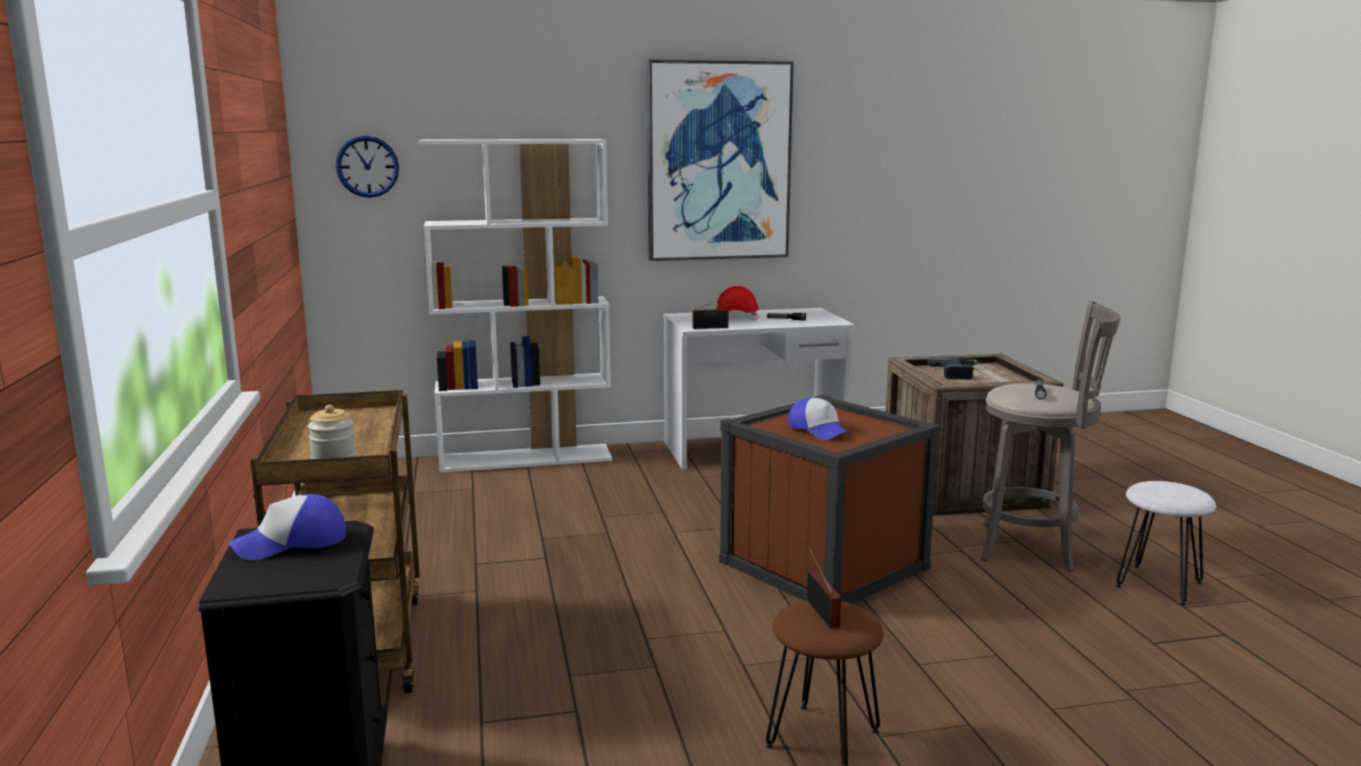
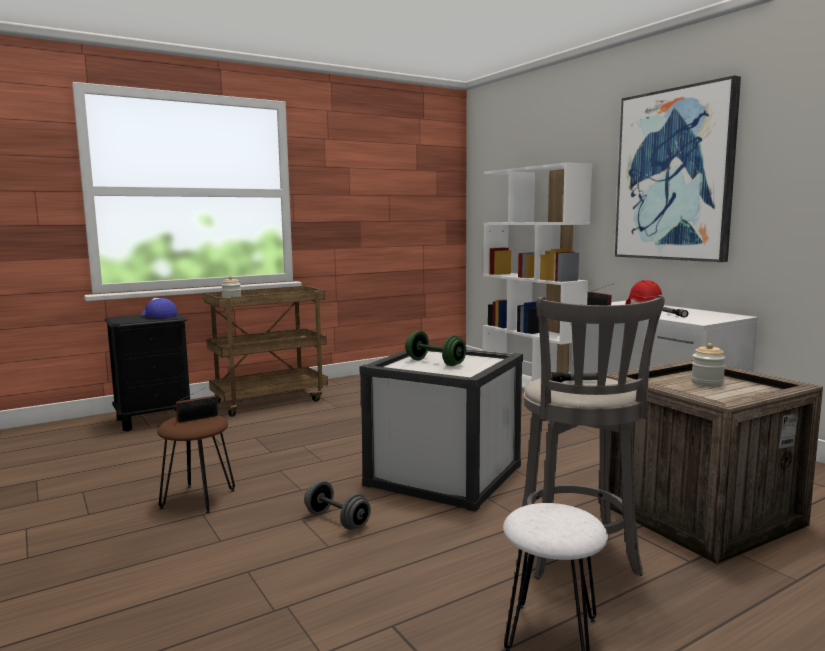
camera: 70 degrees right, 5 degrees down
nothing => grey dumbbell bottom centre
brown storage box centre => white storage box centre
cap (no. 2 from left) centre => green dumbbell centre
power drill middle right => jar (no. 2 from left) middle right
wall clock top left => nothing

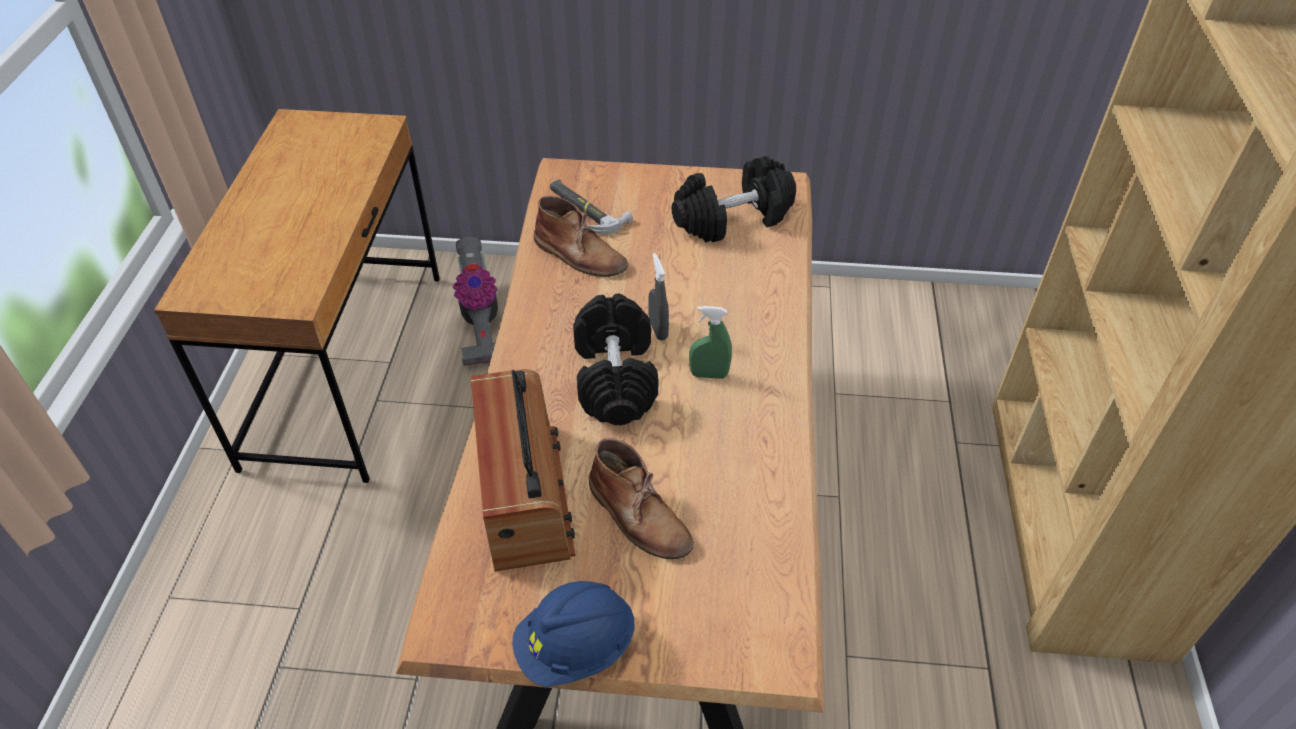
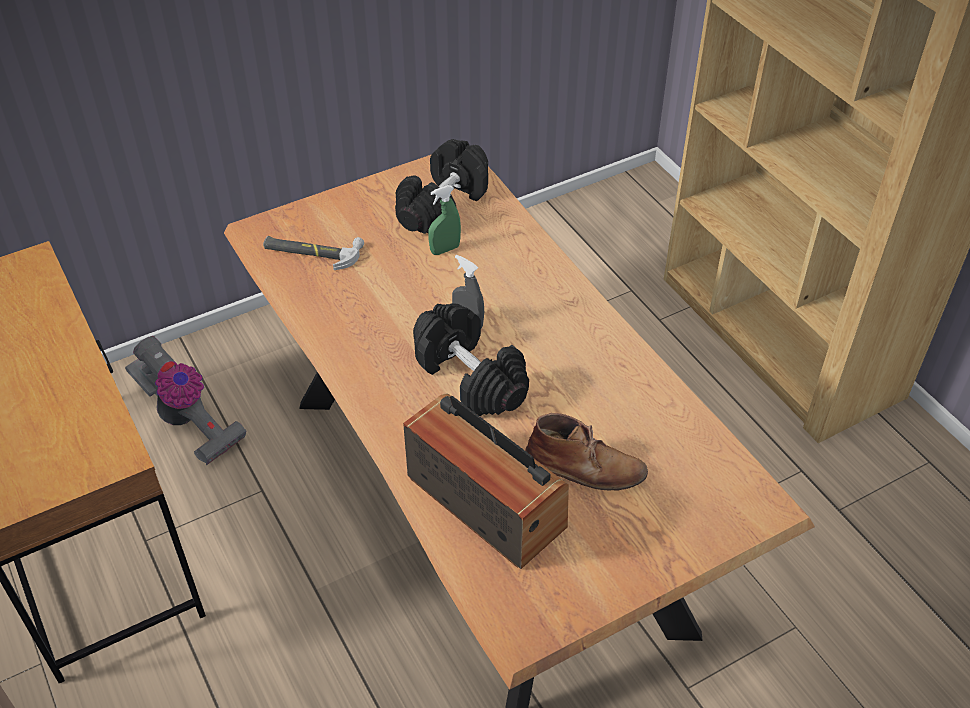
camera: 35 degrees left, 0 degrees up
green spray bottle centre => green spray bottle top centre, relocated
blue hard hat bottom centre => nothing
brown boot (no. 1 from left) top centre => nothing

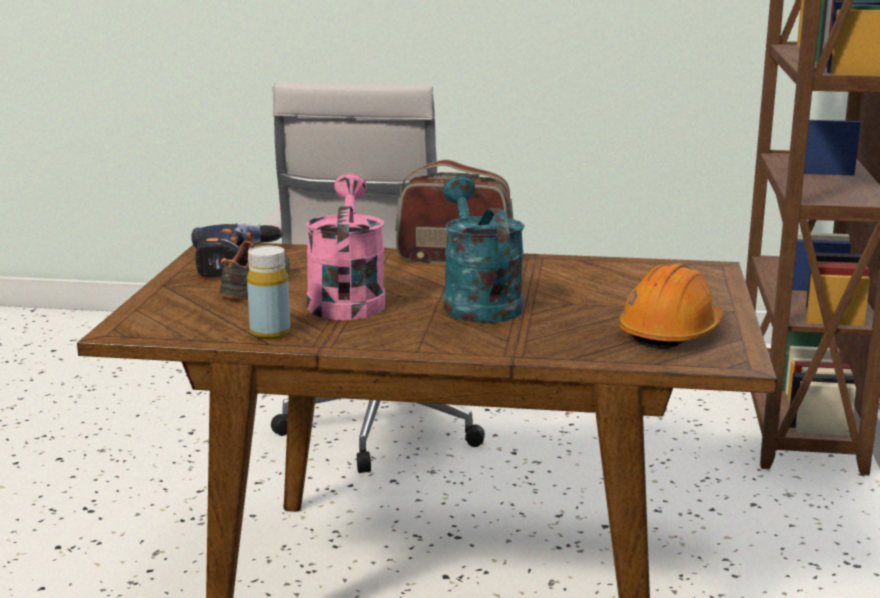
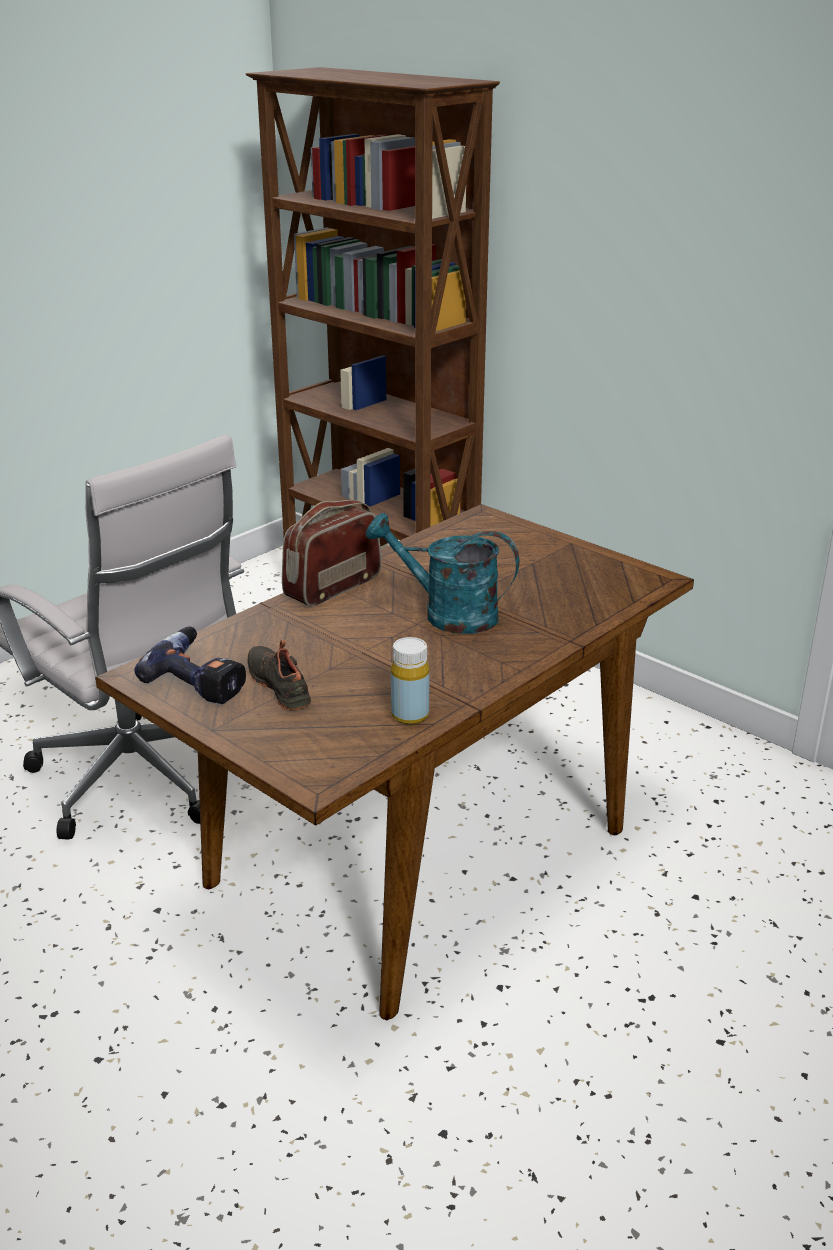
camera: 55 degrees left, 10 degrees up
pink watering can centre => nothing
orange hard hat middle right => nothing

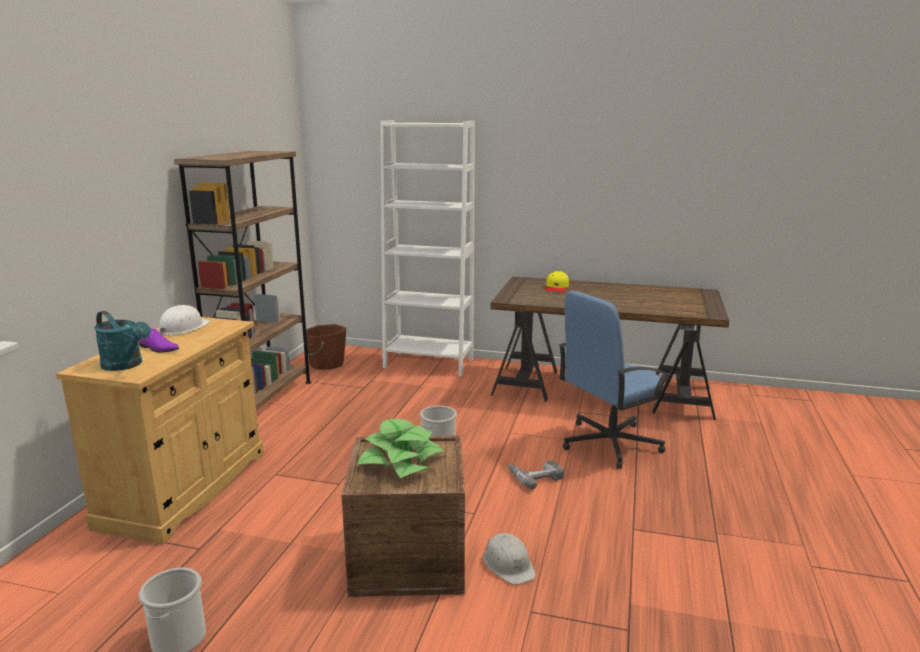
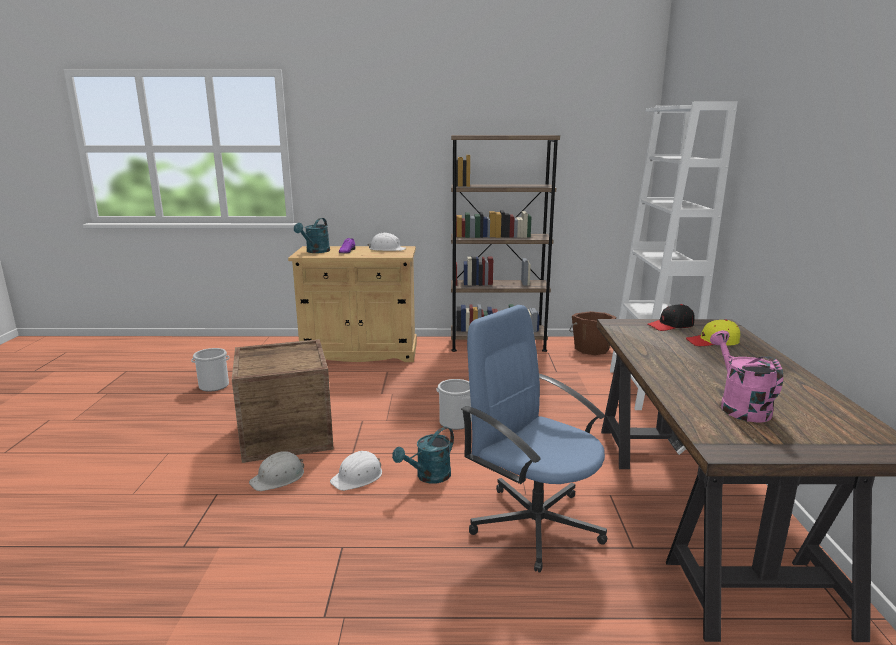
camera: 75 degrees right, 0 degrees up
nothing => white hard hat (no. 2 from left) bottom centre
power drill bottom centre => turquoise watering can (no. 2 from left) bottom centre
nothing => black cap middle right
nothing => pink watering can middle right
potted plant bottom centre => nothing

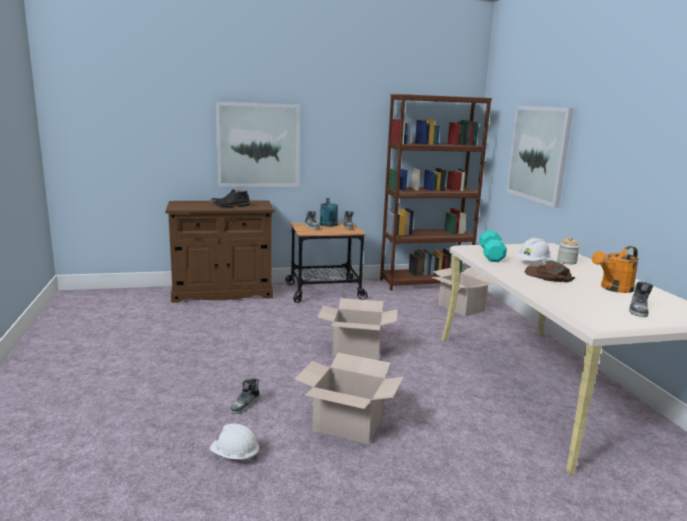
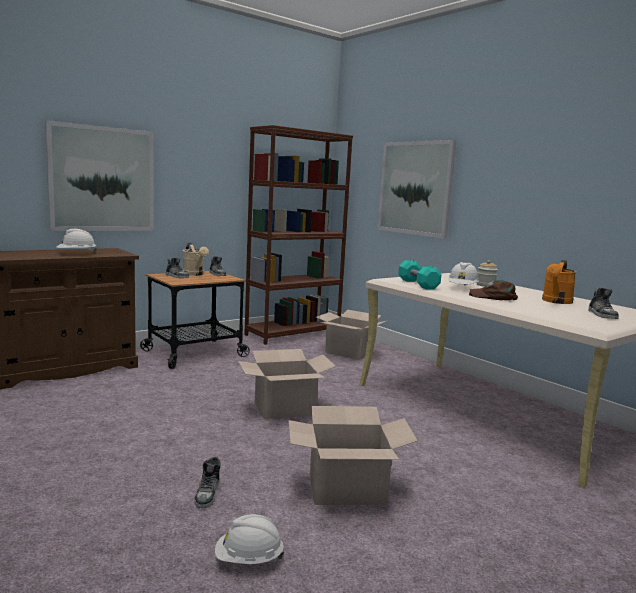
camera: 25 degrees left, 5 degrees down
black boot centre => white hard hat (no. 1 from left) middle left
turquoise watering can centre => beige watering can middle left

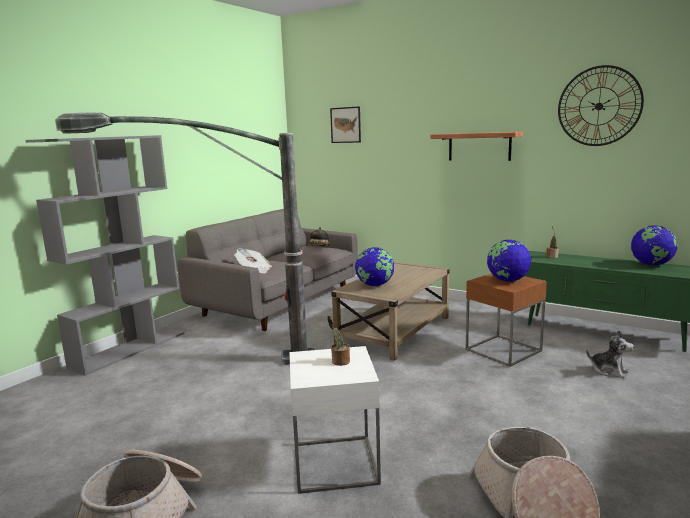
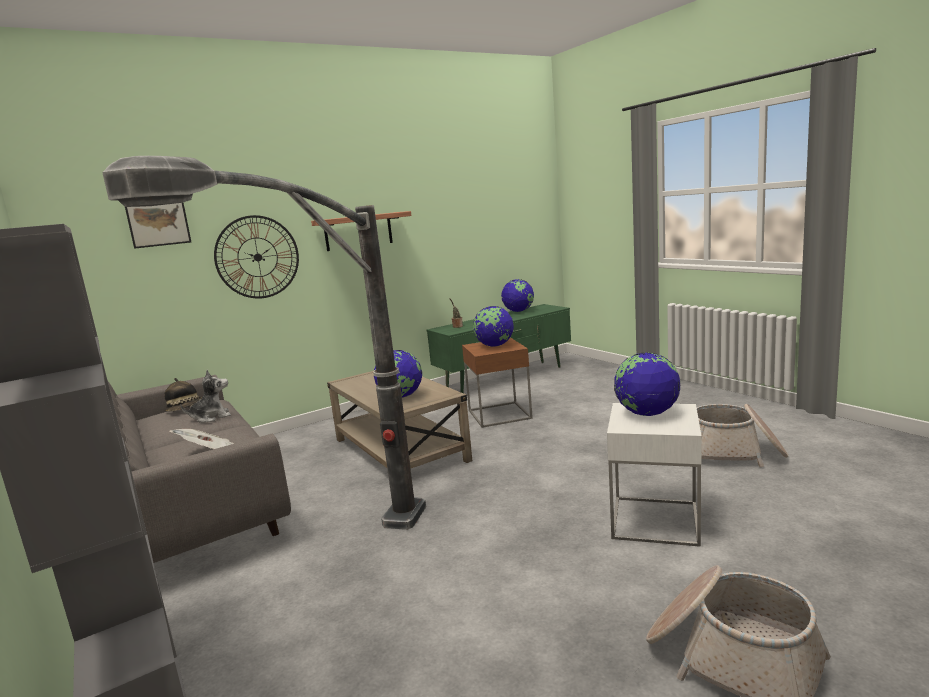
camera: 65 degrees left, 0 degrees up
plush toy bottom right => plush toy middle left, relocated
wall clock top right => wall clock middle left, relocated
potted plant (no. 1 from left) centre => globe (no. 4 from left) middle right

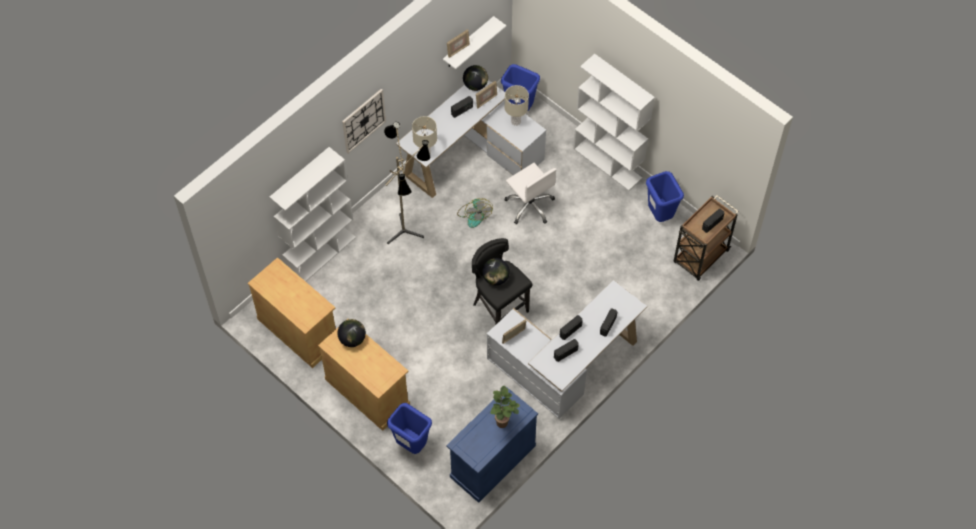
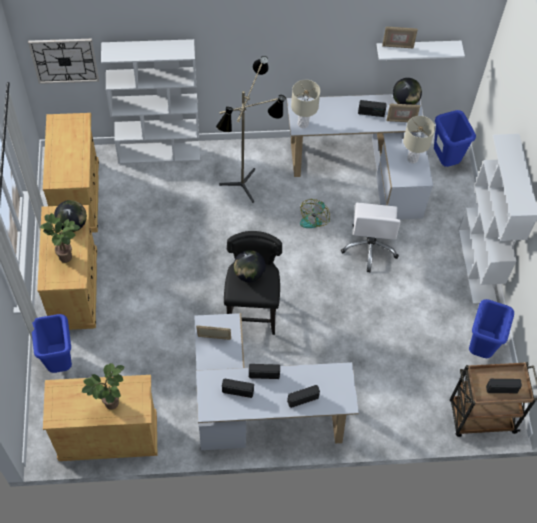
camera: 40 degrees right, 0 degrees up
wall clock top centre => wall clock top left, relocated
nothing => potted plant (no. 1 from left) middle left
blue cabinet bottom centre => beige cabinet (no. 3 from left) bottom left

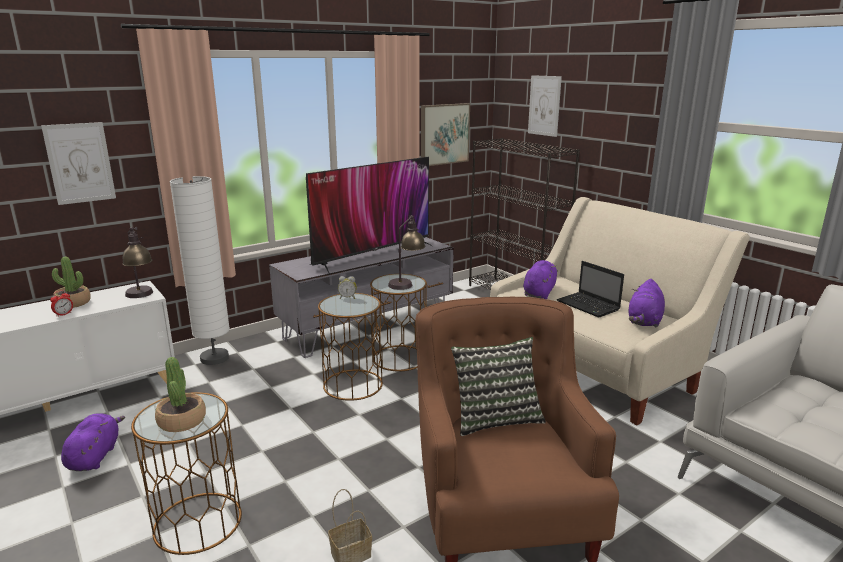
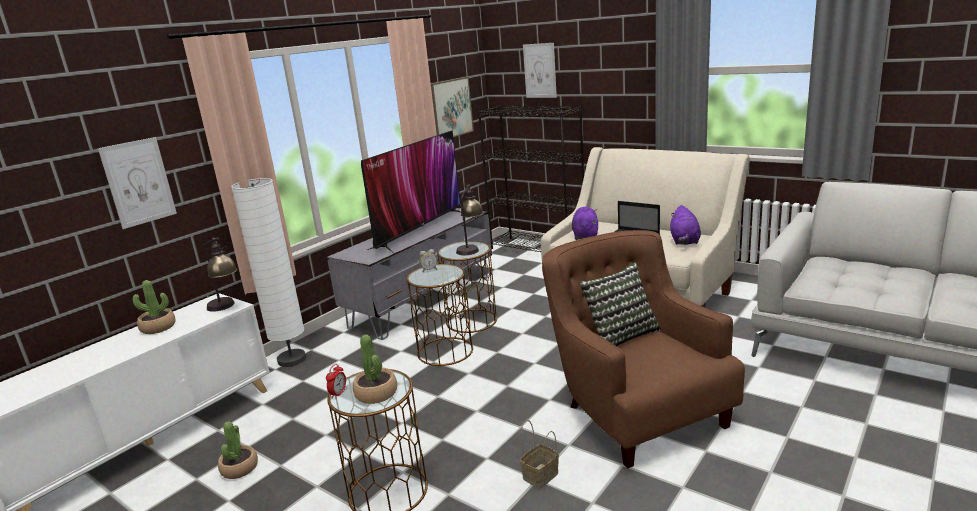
camera: 15 degrees left, 0 degrees up
purple plush toy (no. 1 from left) bottom left => potted plant (no. 2 from left) bottom left
alarm clock (no. 1 from left) middle left => alarm clock (no. 1 from left) bottom centre, relocated

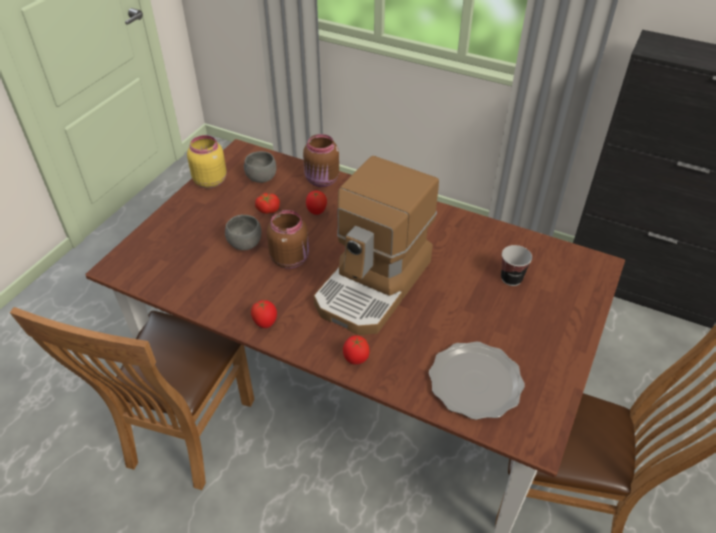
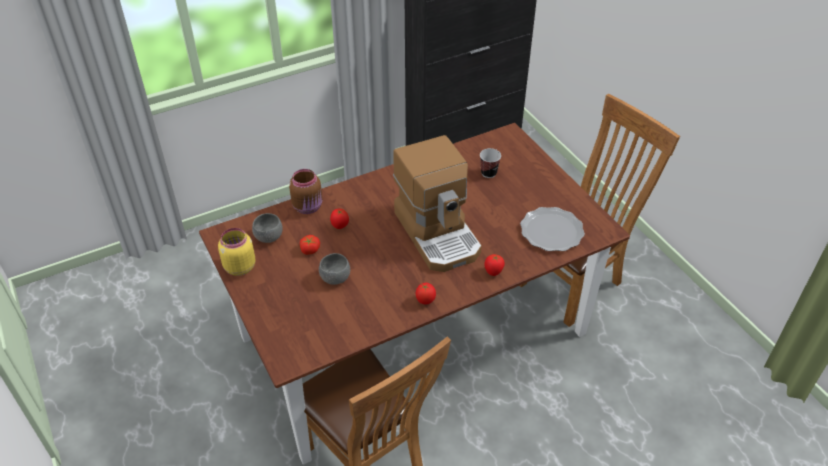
camera: 55 degrees left, 0 degrees up
brown jar (no. 1 from left) centre => nothing

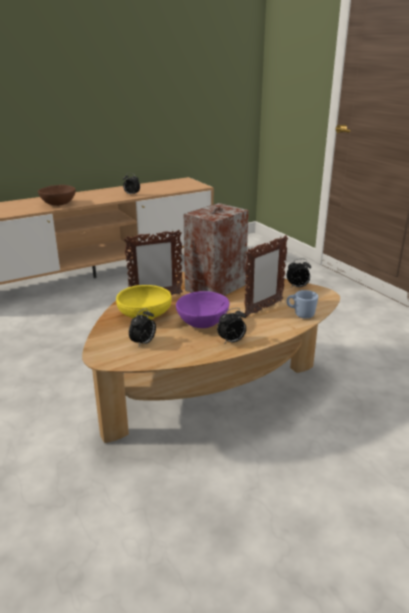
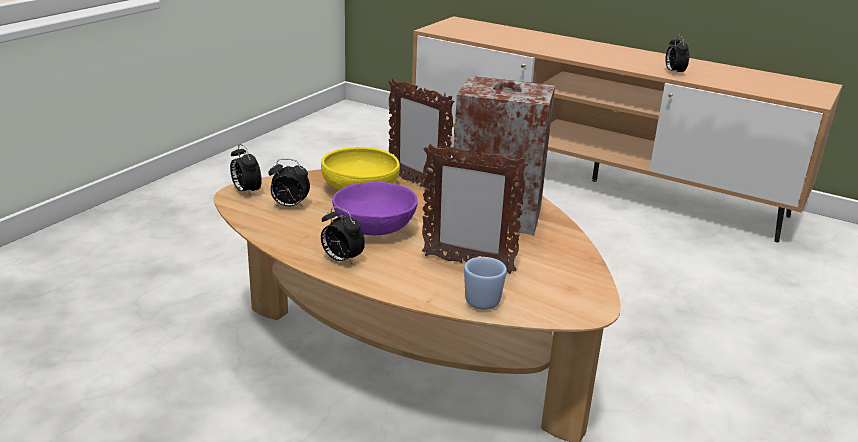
camera: 60 degrees right, 0 degrees up
alarm clock (no. 4 from left in the first image) middle right => alarm clock (no. 1 from left) middle left, relocated
brown bowl top left => nothing

